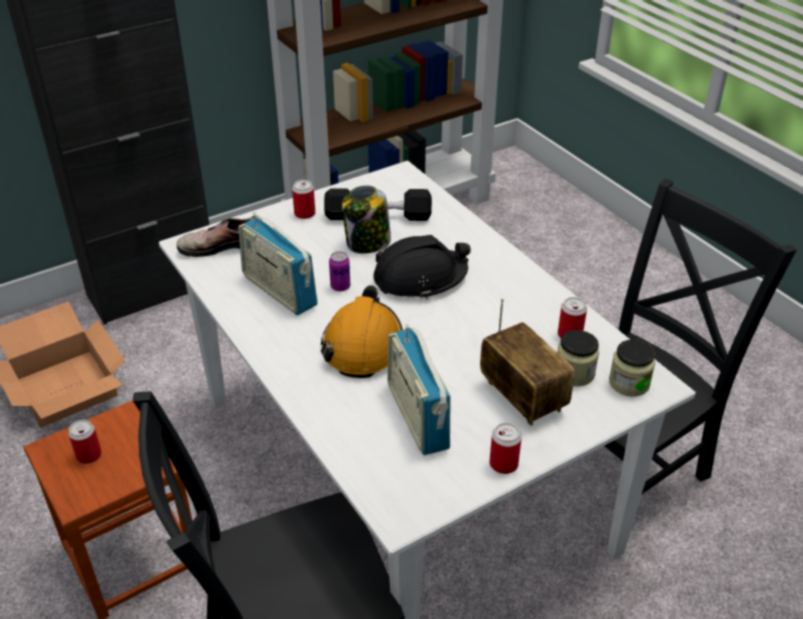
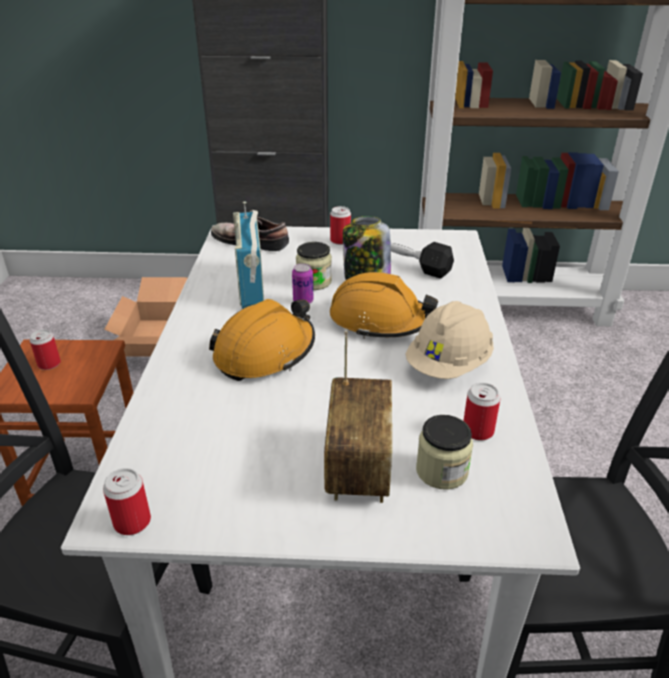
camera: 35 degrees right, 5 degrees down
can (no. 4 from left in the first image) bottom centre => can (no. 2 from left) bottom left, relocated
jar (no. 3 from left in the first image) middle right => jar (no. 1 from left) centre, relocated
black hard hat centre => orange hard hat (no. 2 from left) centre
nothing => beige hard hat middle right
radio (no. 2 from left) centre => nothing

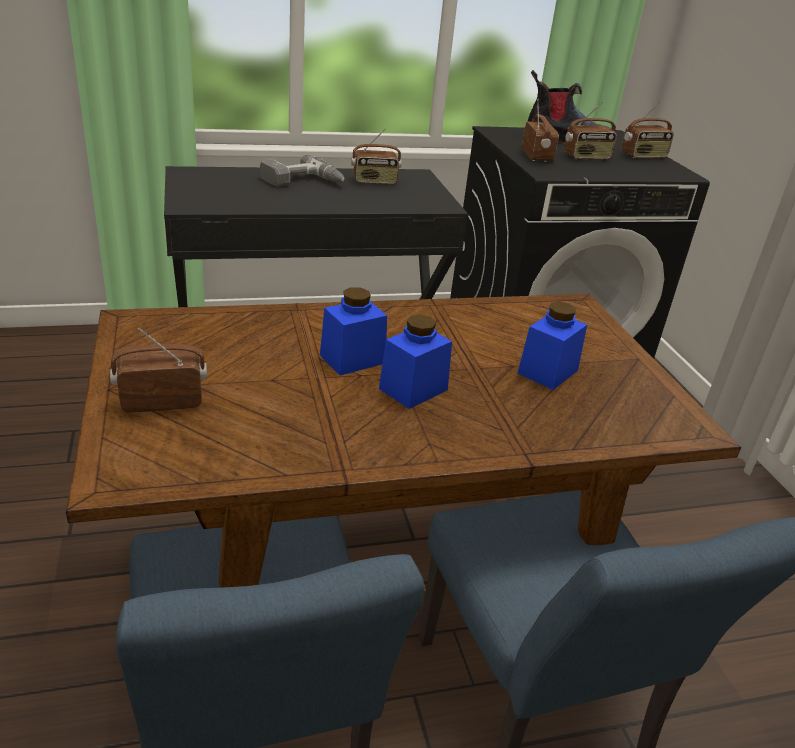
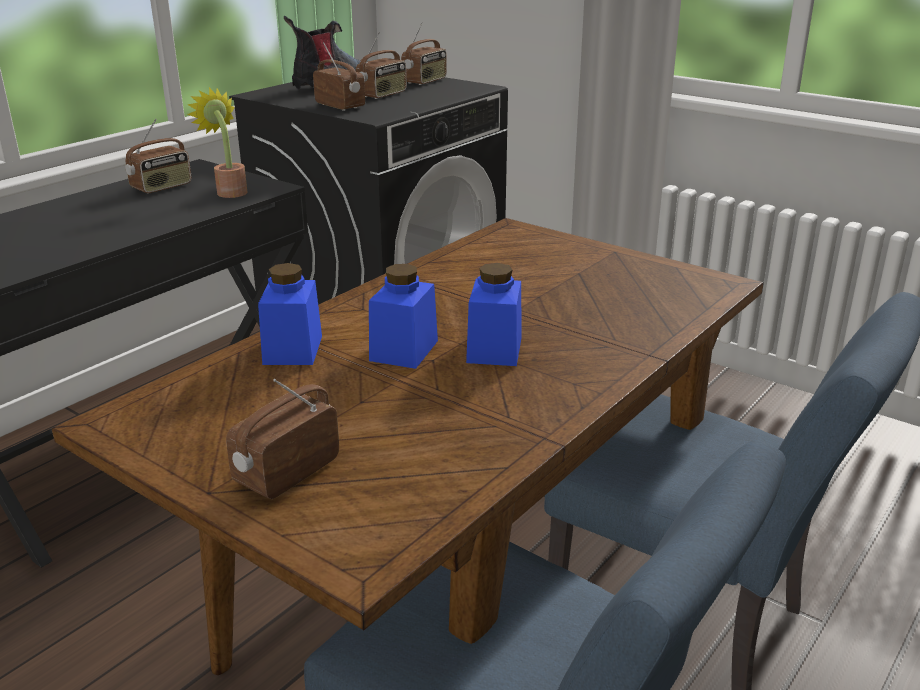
camera: 35 degrees left, 5 degrees down
nothing => potted plant top left
blue jar (no. 3 from left in the first image) middle right => blue jar (no. 1 from left) middle left, relocated
power drill top centre => nothing

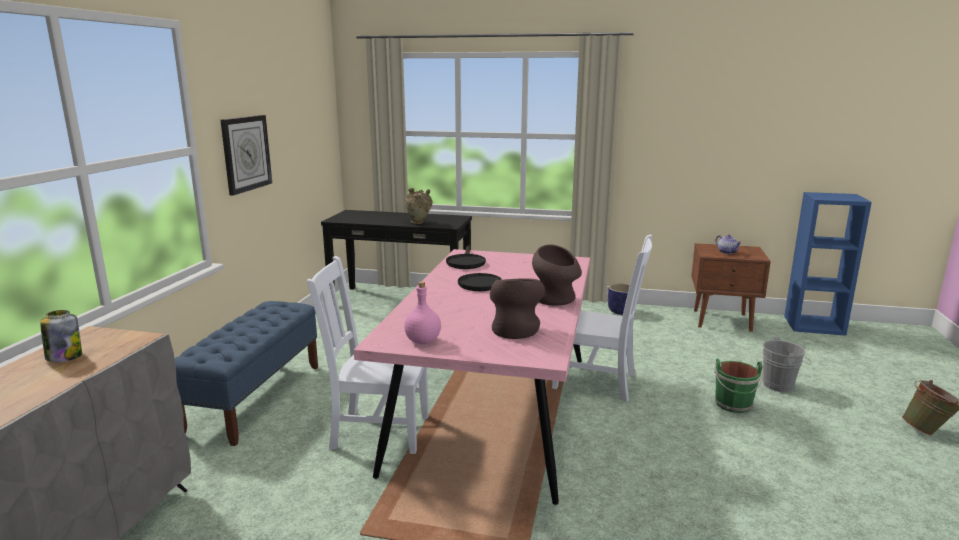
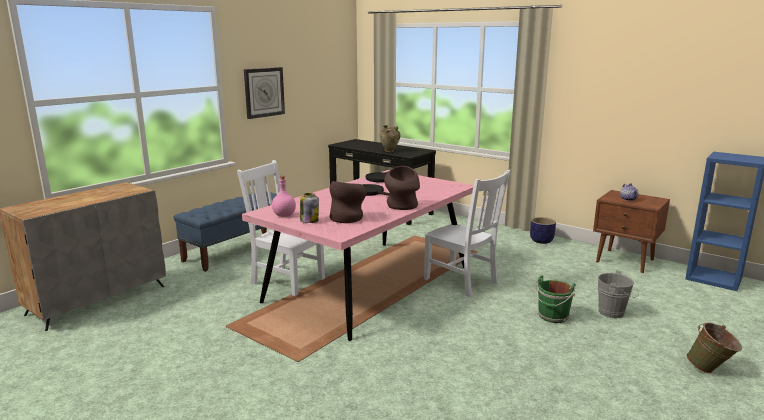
camera: 25 degrees right, 0 degrees up
jar middle left => jar centre, relocated

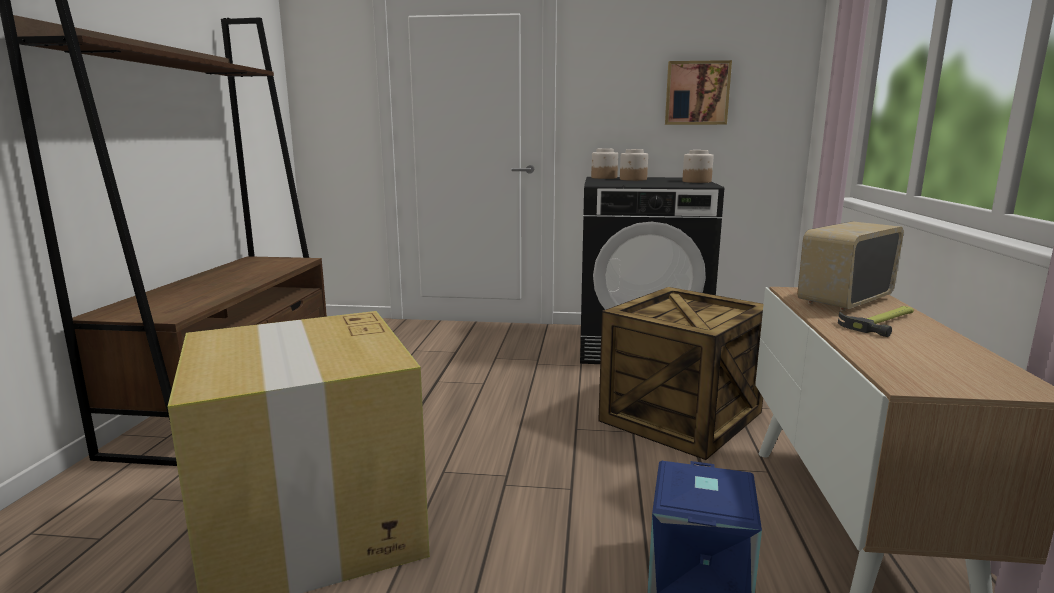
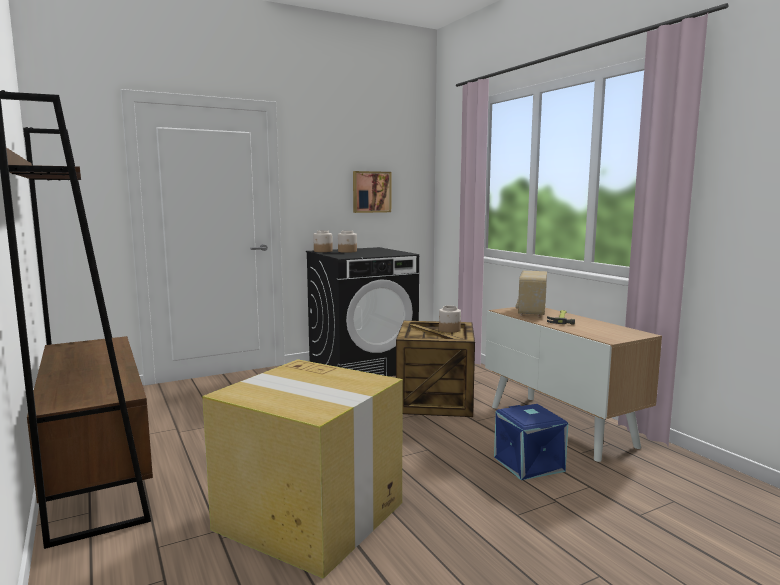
camera: 35 degrees left, 5 degrees down
jar (no. 3 from left) top centre => jar (no. 3 from left) centre, relocated

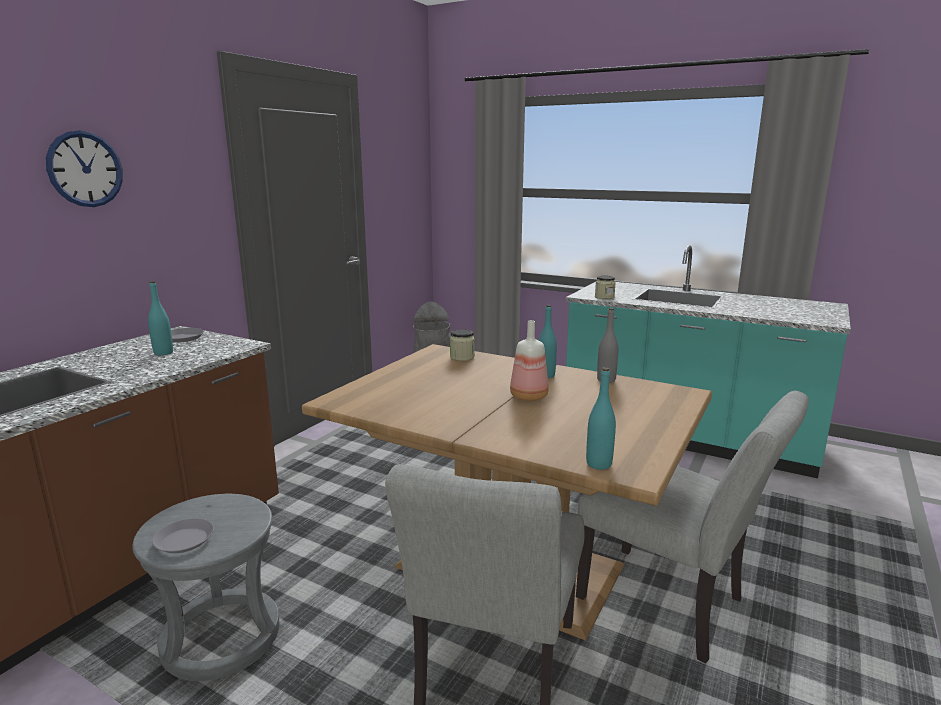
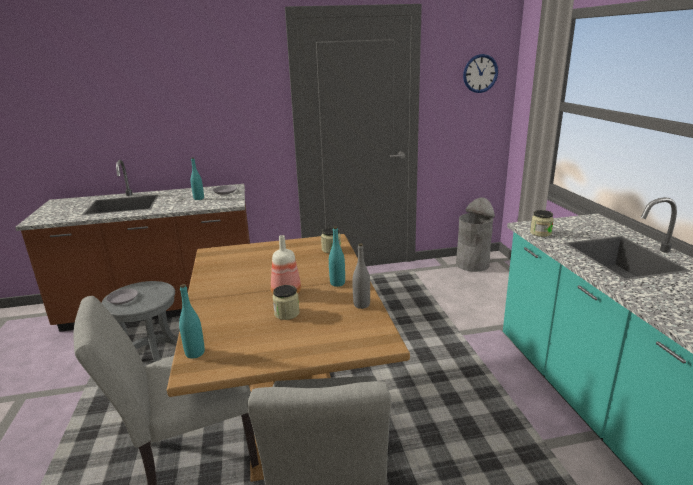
camera: 50 degrees right, 5 degrees up
nothing => jar (no. 1 from left) centre
wall clock top left => wall clock top right, relocated

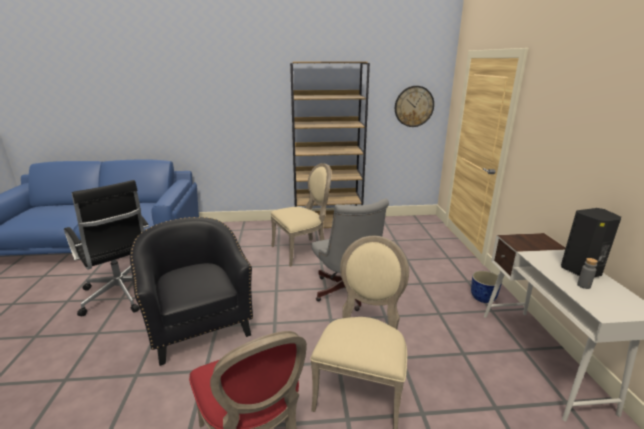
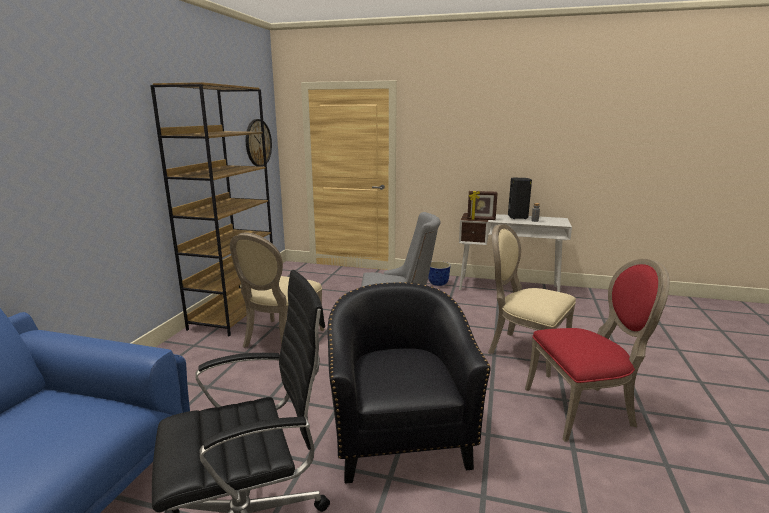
camera: 70 degrees left, 5 degrees down
beige chair (no. 1 from left) centre, 150 degrees counterclockwise
black armchair bottom left => black armchair bottom centre, 90 degrees clockwise
nothing => picture frame centre

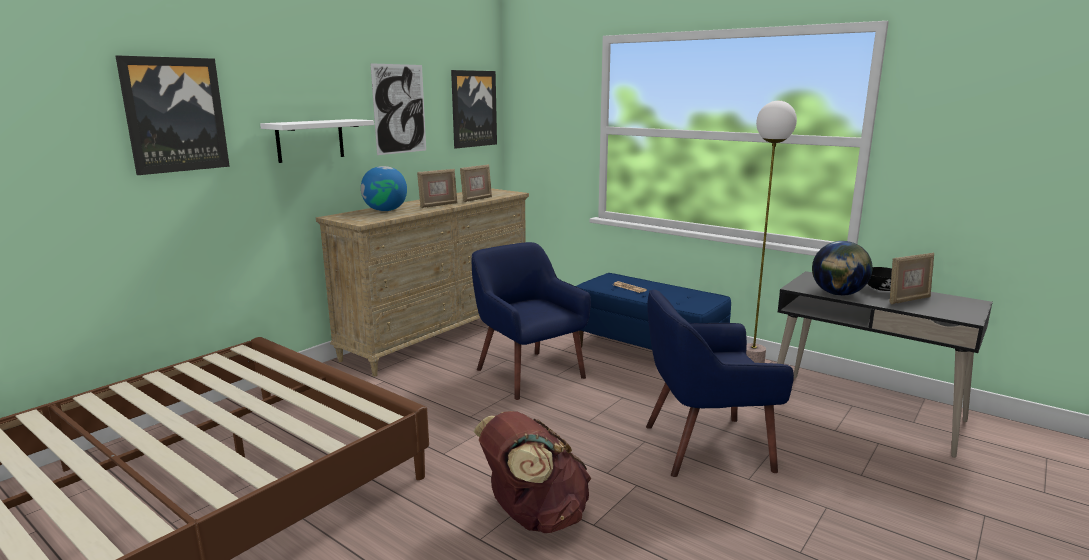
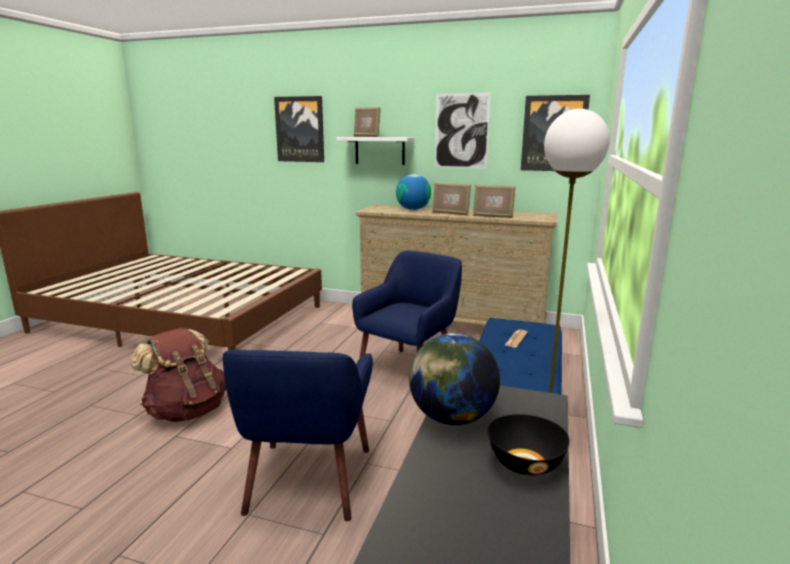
camera: 70 degrees right, 0 degrees up
blue armchair (no. 2 from left in the first image) bottom centre => blue armchair (no. 1 from left) bottom centre, 150 degrees counterclockwise
picture frame (no. 3 from left in the first image) middle right => picture frame (no. 1 from left) top centre, relocated

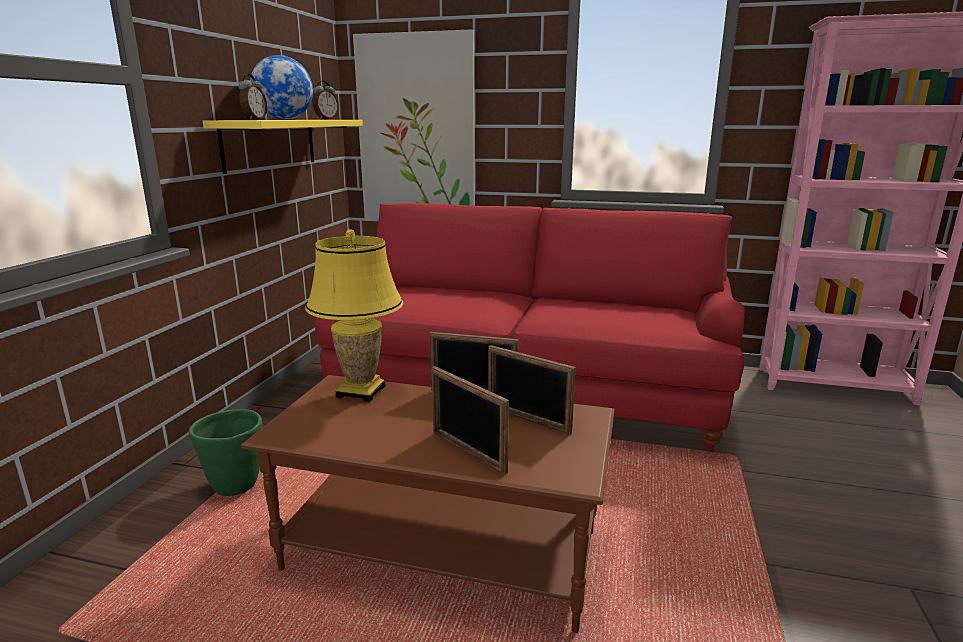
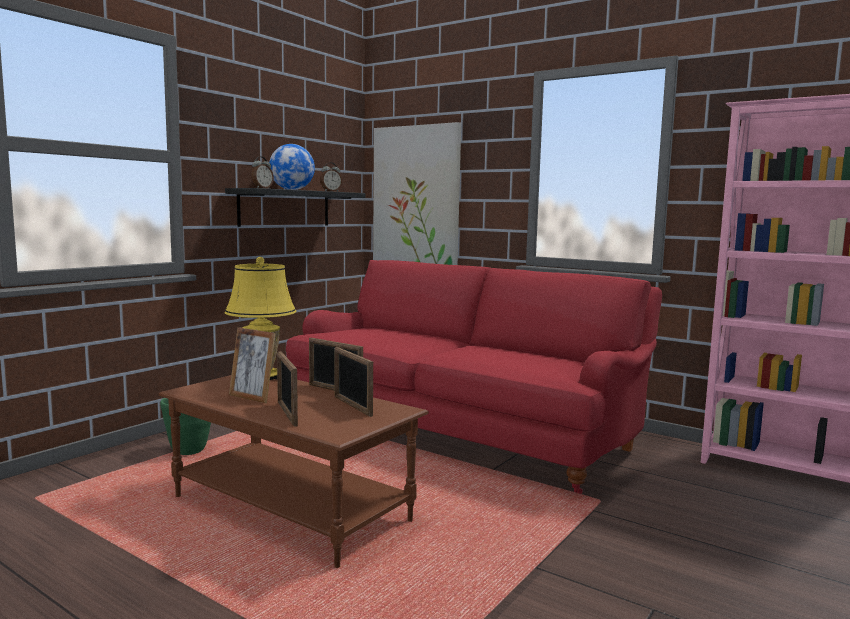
camera: 20 degrees right, 10 degrees down
yellow shelf top left => black shelf centre
nothing => picture frame (no. 1 from left) middle left

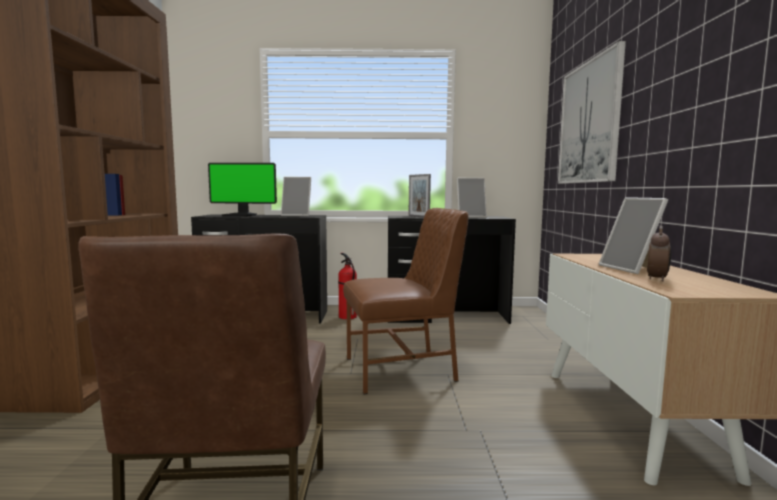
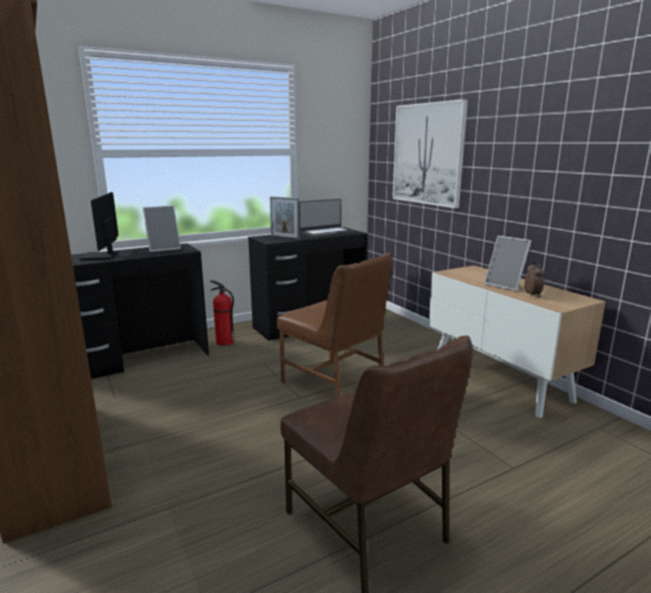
camera: 30 degrees left, 10 degrees up
monitor middle left, 105 degrees clockwise
brown chair (no. 2 from left in the first image) centre => brown chair (no. 1 from left) centre, 90 degrees clockwise
picture frame (no. 3 from left) centre => laptop centre

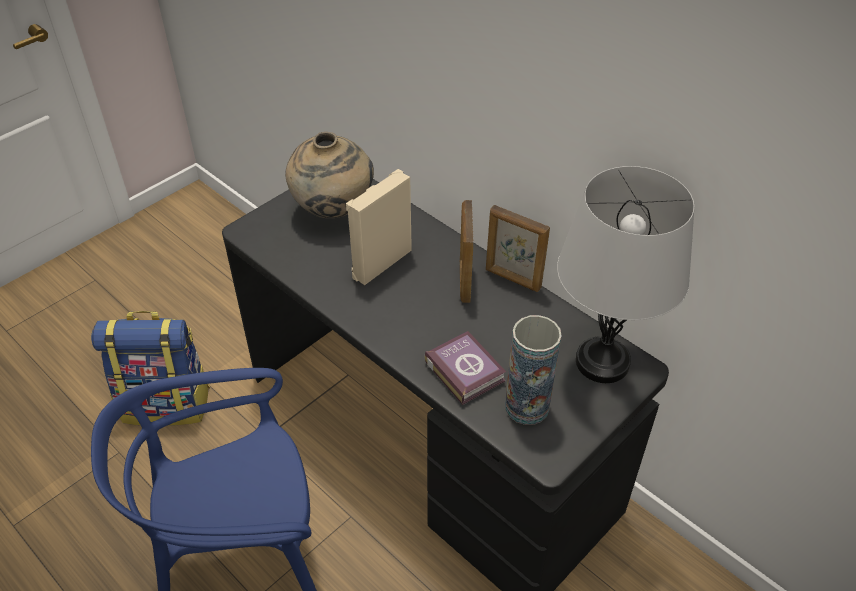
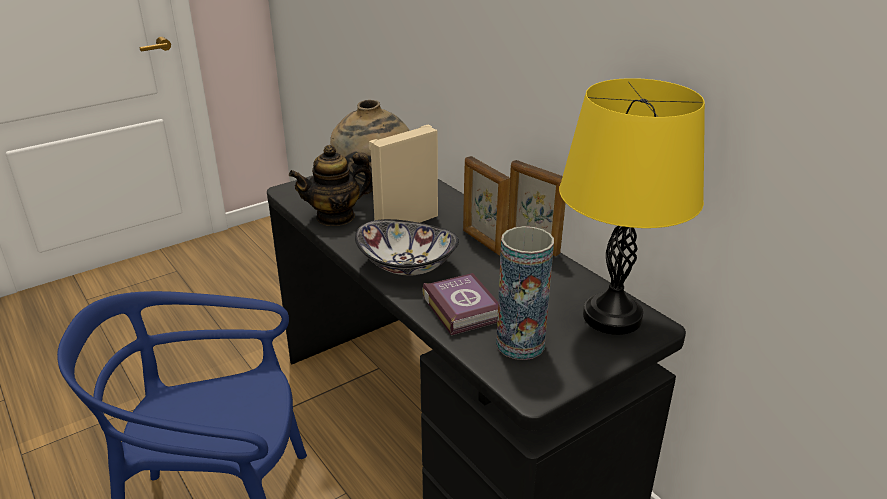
camera: 10 degrees right, 15 degrees down
nothing => teapot centre
nothing => bowl centre
picture frame (no. 1 from left) centre, 45 degrees counterclockwise
grey table lamp middle right => yellow table lamp middle right
backpack middle left => nothing

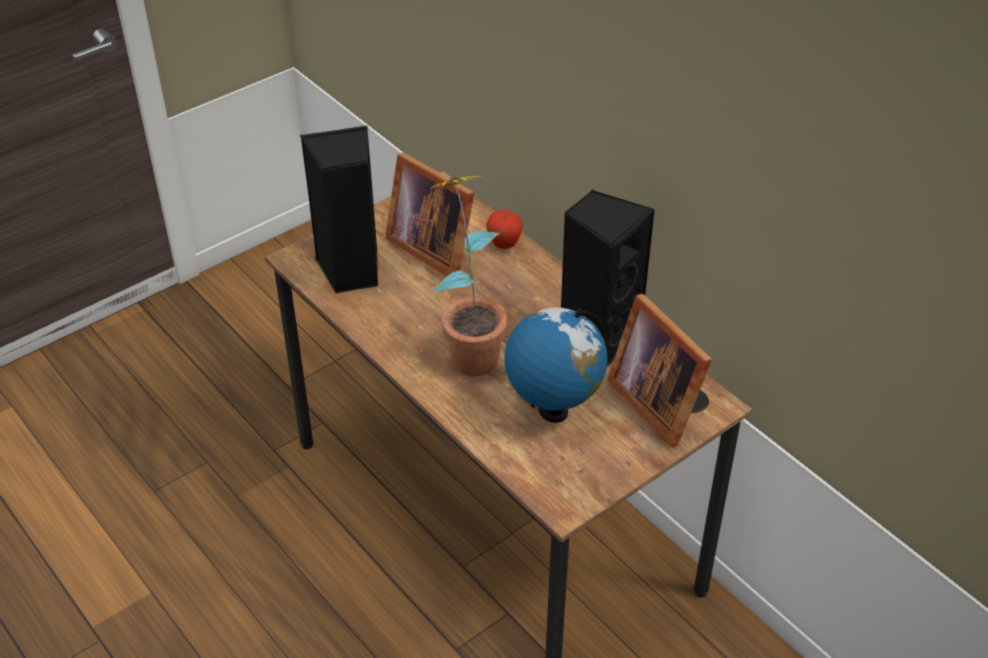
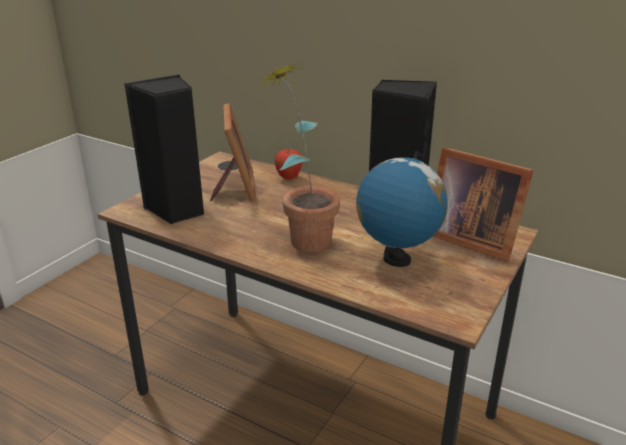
camera: 20 degrees left, 15 degrees down
picture frame (no. 1 from left) top centre => picture frame (no. 1 from left) centre, 120 degrees counterclockwise

